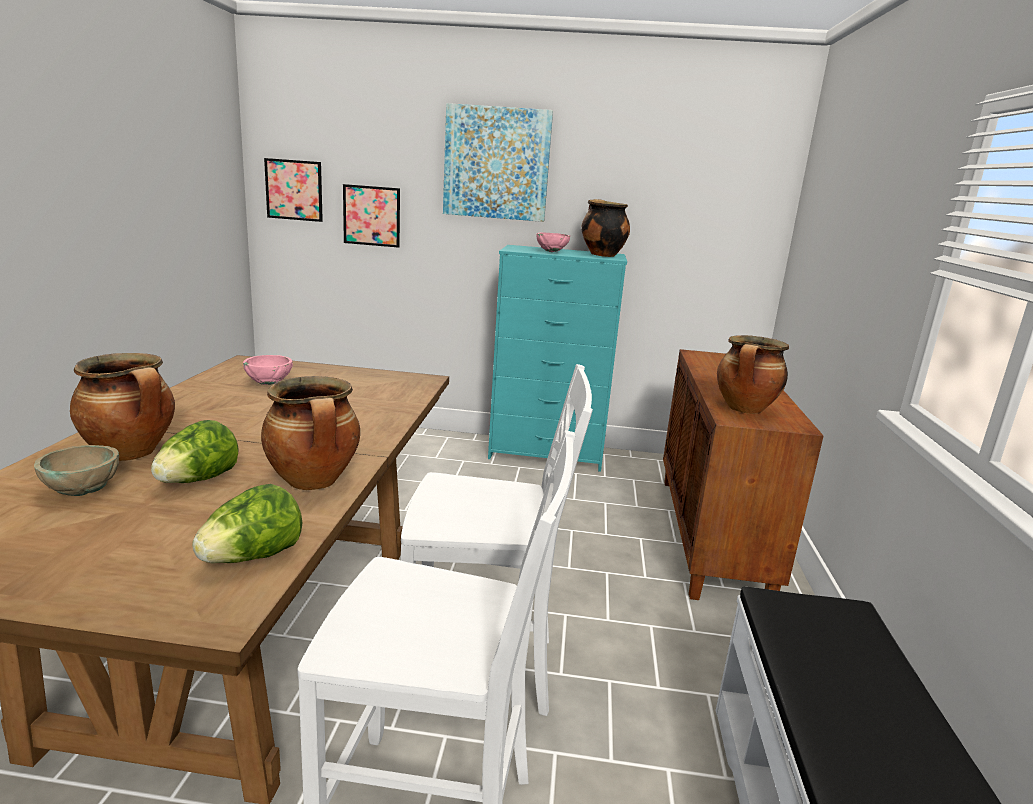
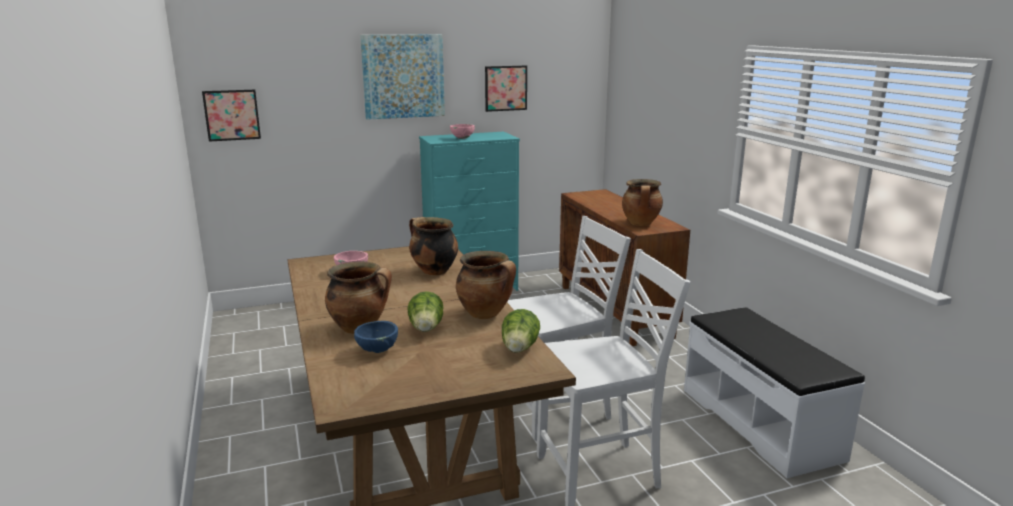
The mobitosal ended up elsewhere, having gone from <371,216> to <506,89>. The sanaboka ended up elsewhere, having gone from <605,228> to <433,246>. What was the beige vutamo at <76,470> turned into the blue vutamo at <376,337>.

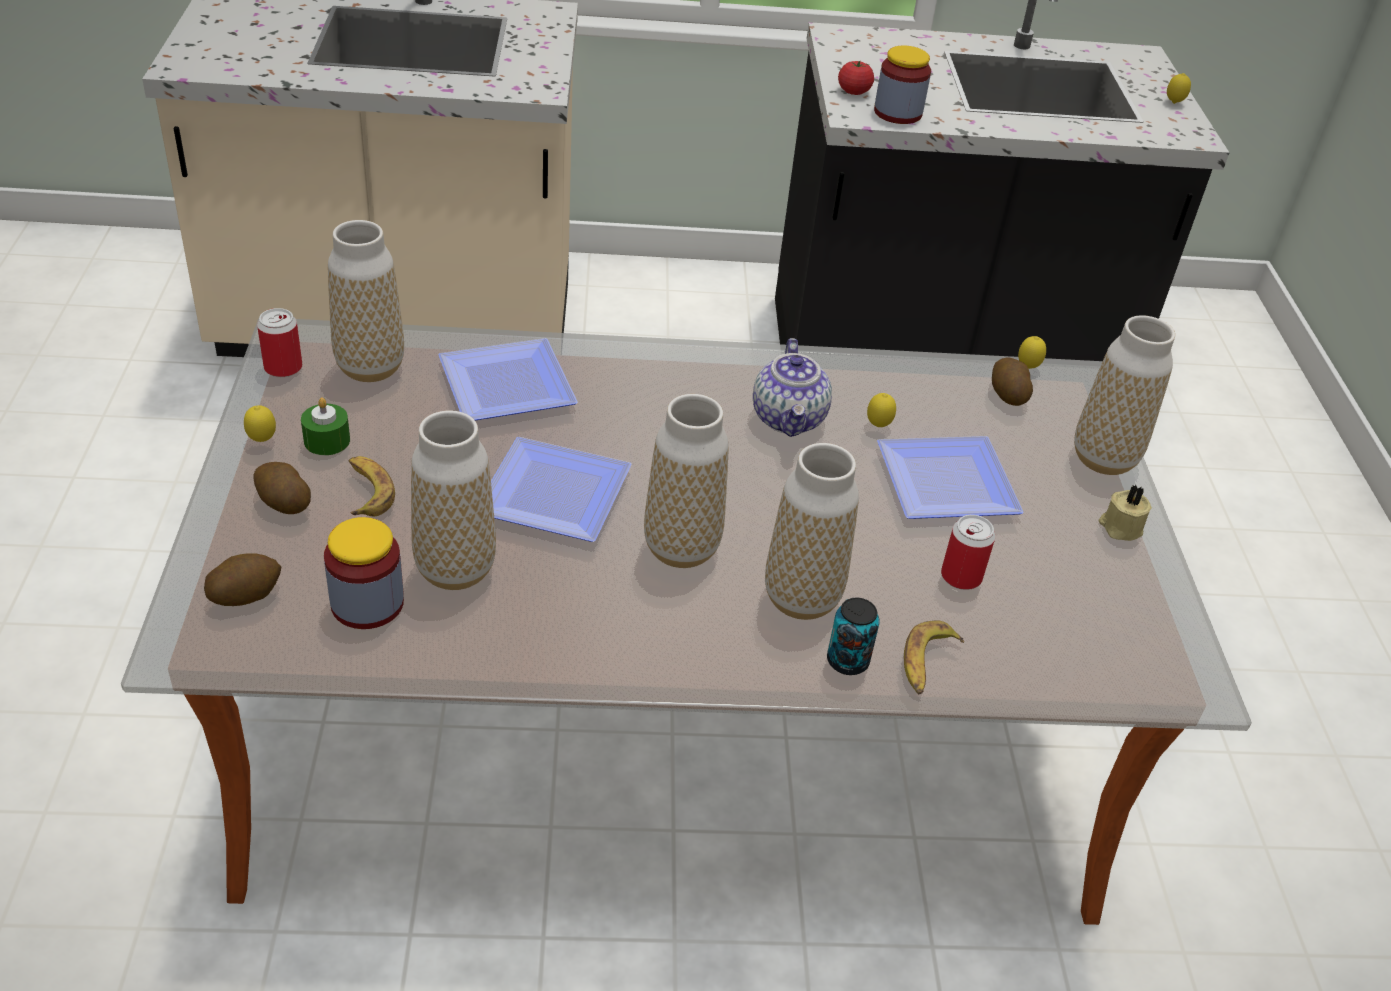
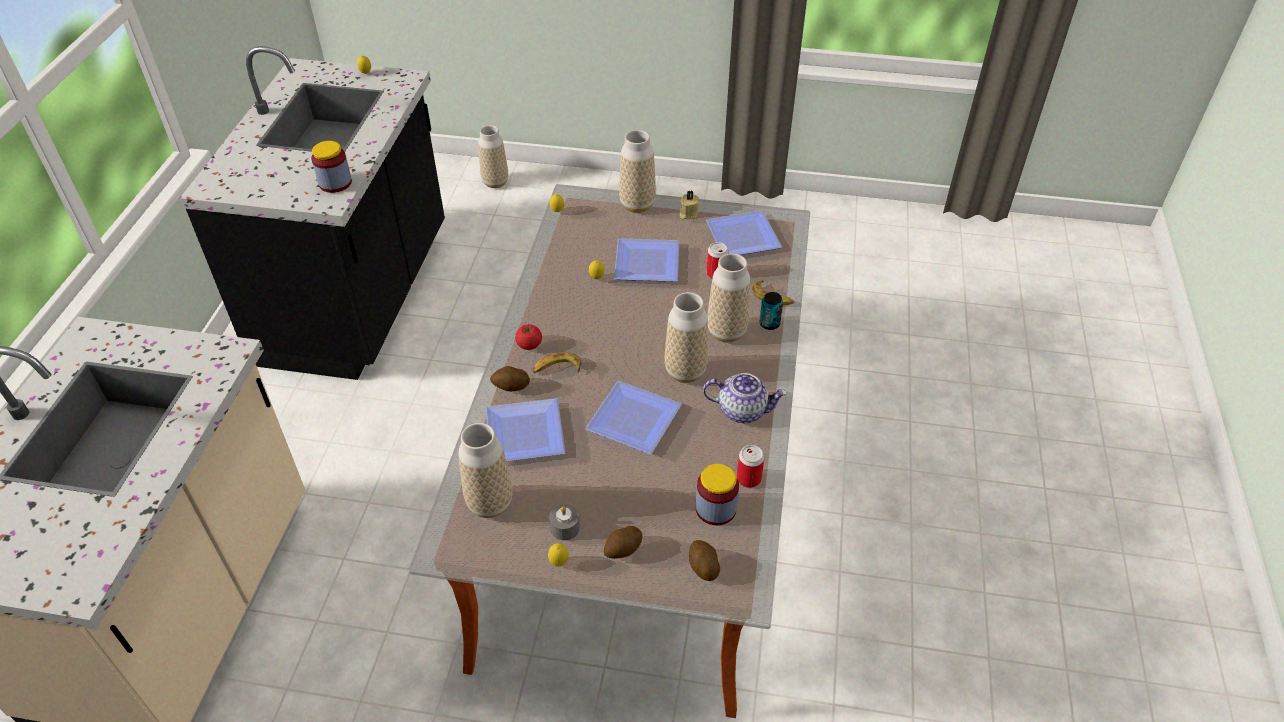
The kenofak ended up elsewhere, having gone from <856,78> to <528,336>. The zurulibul ended up elsewhere, having gone from <279,342> to <751,466>. The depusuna ended up elsewhere, having gone from <792,387> to <745,398>. The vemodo ended up elsewhere, having gone from <1012,382> to <510,378>. What was the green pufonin at <325,426> turned into the grey pufonin at <564,522>. The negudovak ended up elsewhere, having gone from <453,500> to <493,156>. The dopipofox ended up elsewhere, having gone from <371,486> to <557,362>. The second view gained the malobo at <744,232>.

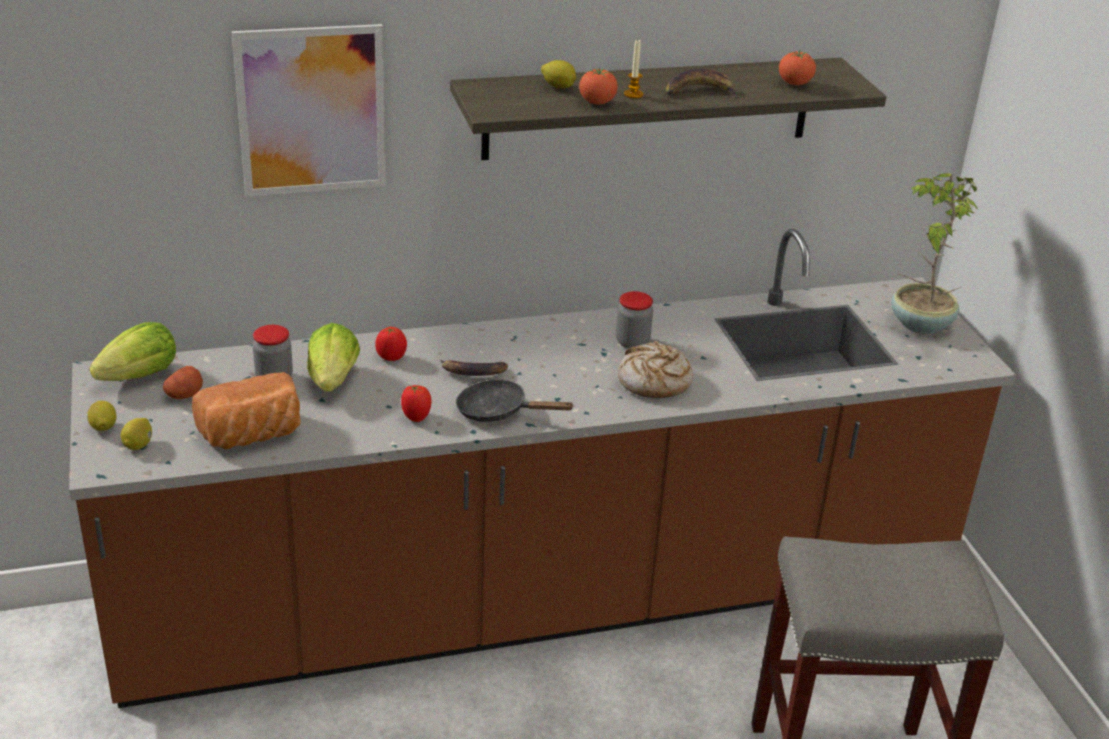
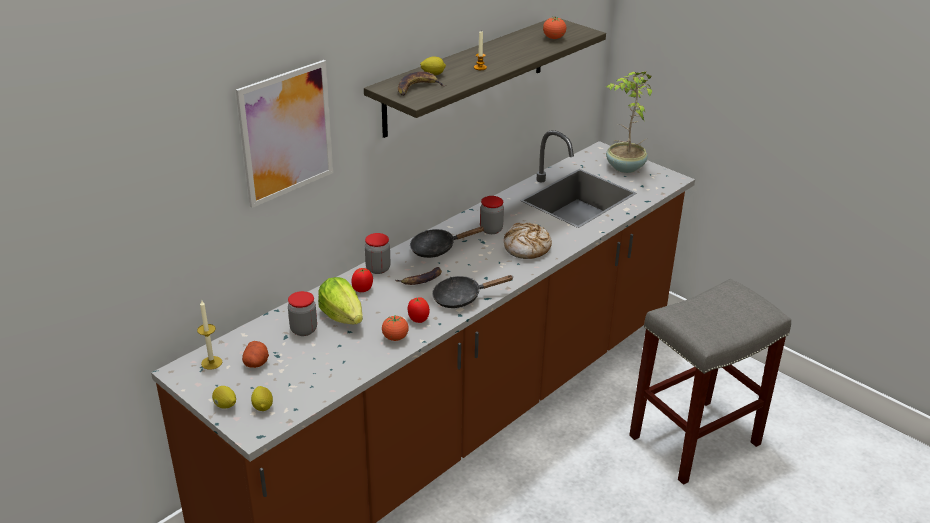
The kenofak ended up elsewhere, having gone from <598,86> to <395,328>. The dopipofox ended up elsewhere, having gone from <702,83> to <421,84>. Where the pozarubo stood at <132,351>, the pufonin came to stand at <209,335>. The second view lost the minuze at <246,411>. The second view gained the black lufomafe at <447,242>. The second view gained the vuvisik at <378,253>.

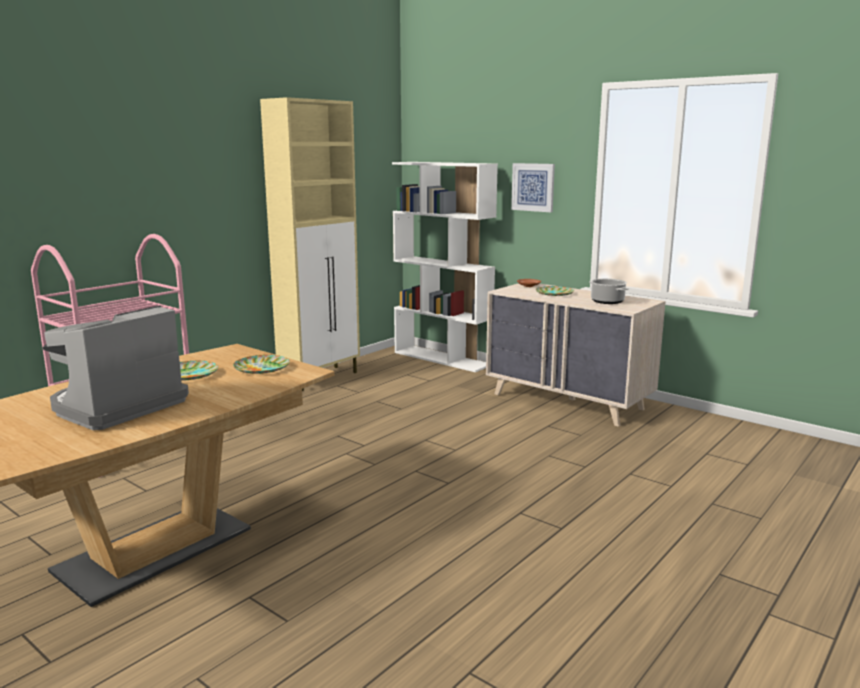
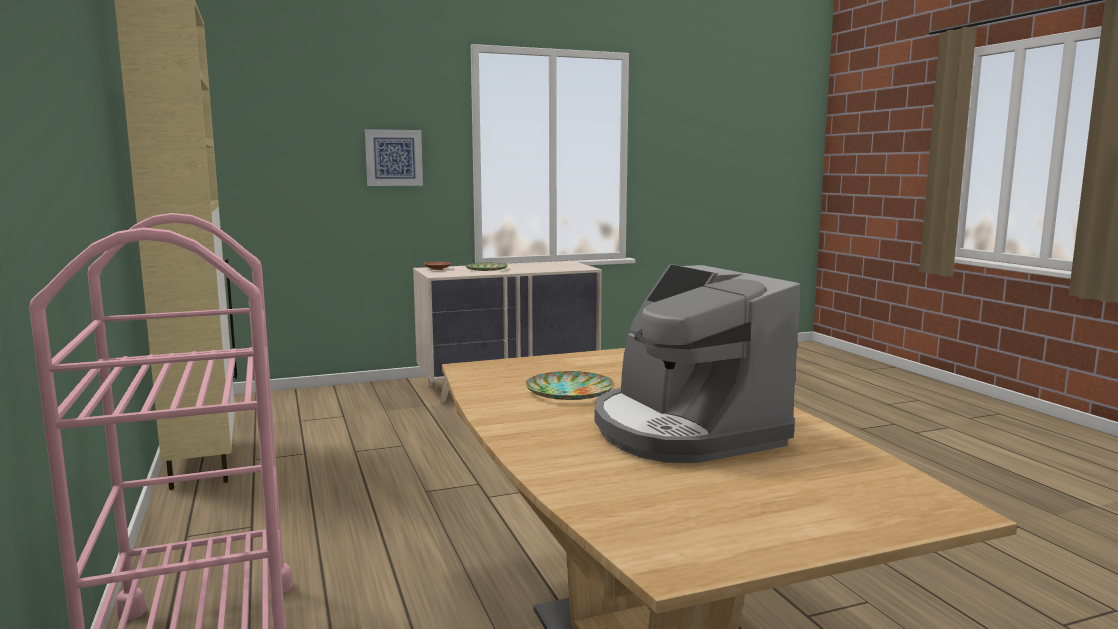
The second view lost the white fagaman at <445,267>. The second view lost the sanaboka at <609,291>. The second view lost the malobo at <261,364>.

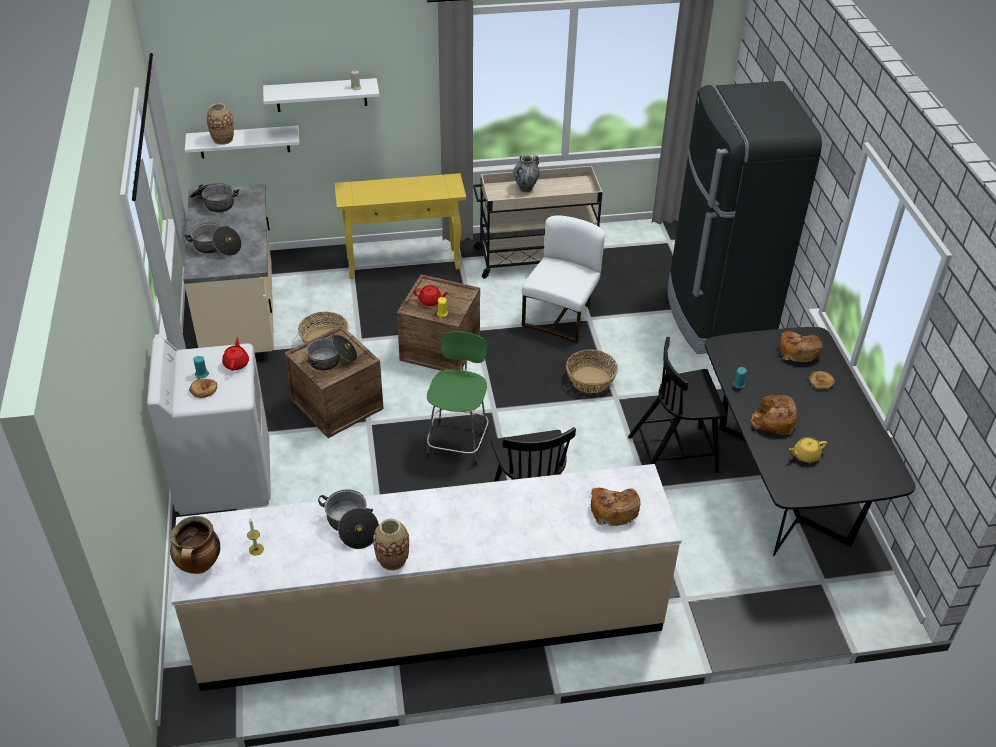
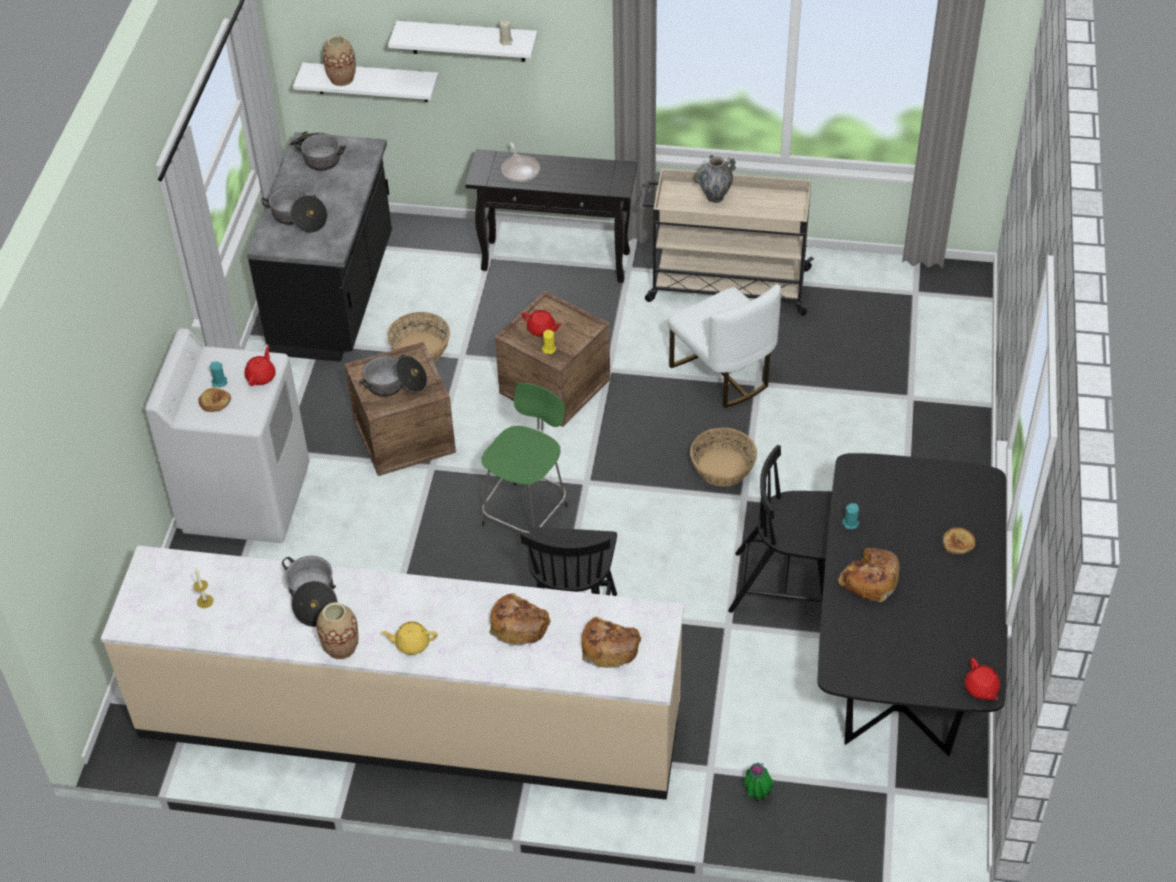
The second view lost the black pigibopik at <745,217>. What was the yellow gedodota at <400,226> turned into the black gedodota at <551,216>. What was the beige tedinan at <228,273> turned into the black tedinan at <319,247>. The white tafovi at <563,279> ended up facing another way, 105 degrees clockwise from before. The minuze ended up elsewhere, having gone from <800,347> to <520,619>. The yellow depusuna ended up elsewhere, having gone from <808,450> to <409,638>. The second view lost the sanaboka at <195,545>. The second view gained the lufomafe at <520,162>. The second view gained the red depusuna at <982,679>. The second view gained the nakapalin at <759,782>.

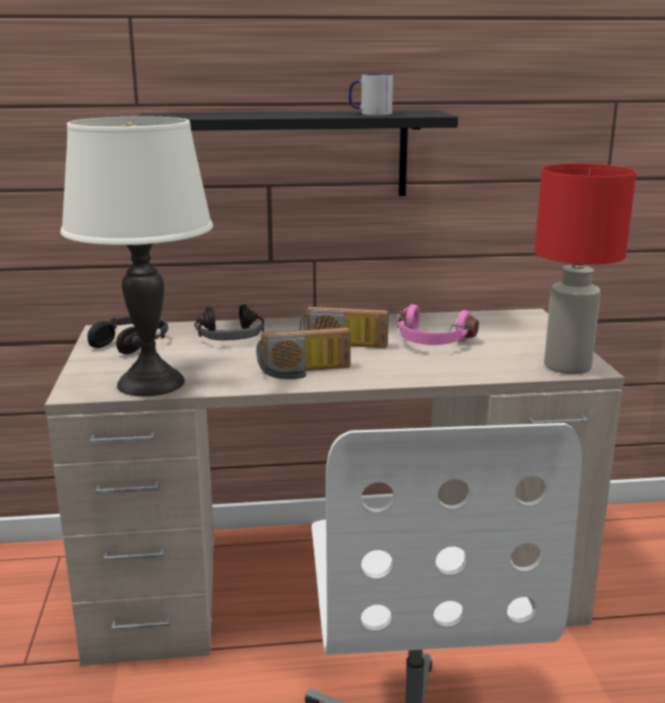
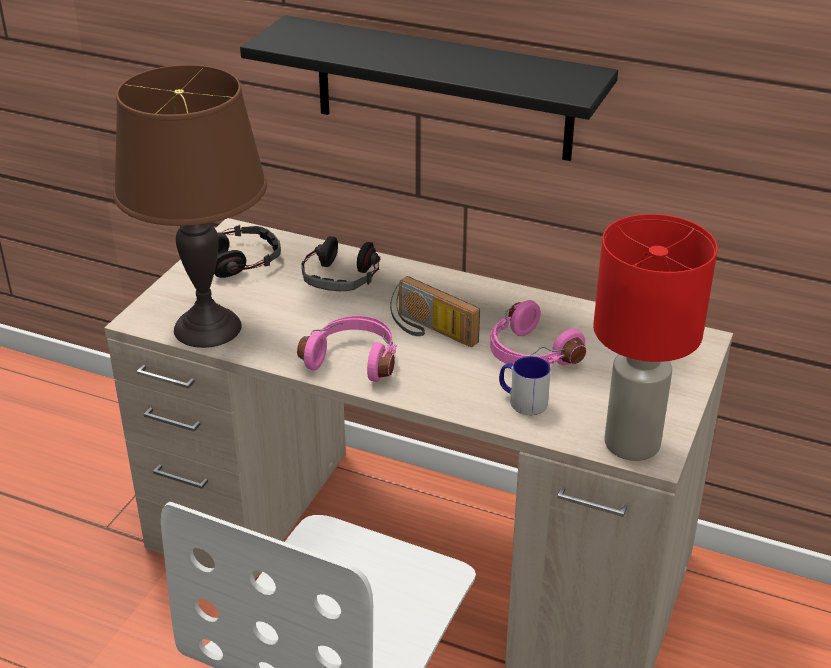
The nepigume ended up elsewhere, having gone from <371,94> to <525,385>. What was the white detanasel at <136,256> turned into the brown detanasel at <190,206>. Where the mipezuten stood at <303,353>, the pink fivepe came to stand at <347,349>.

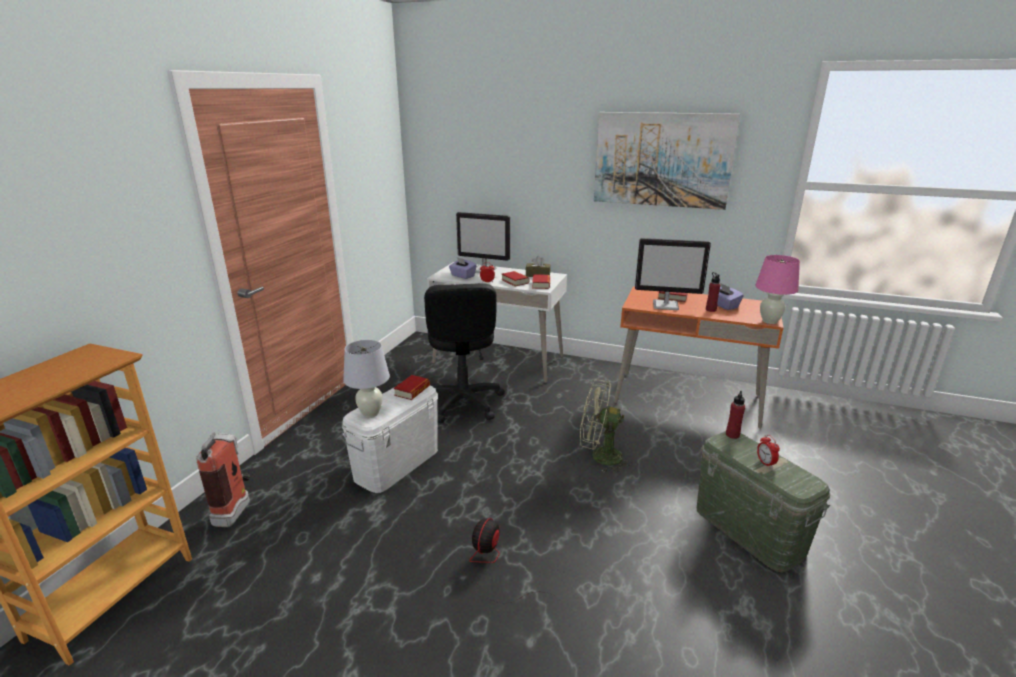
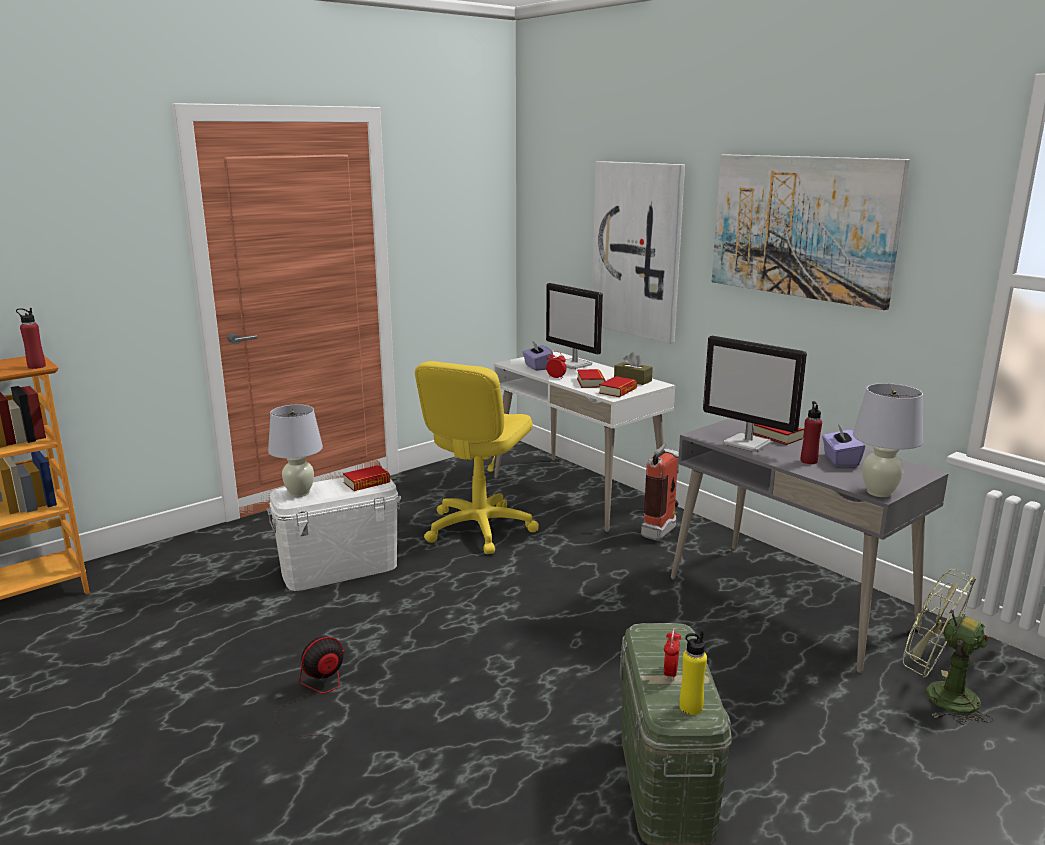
What was the pink detanasel at <777,289> turned into the white detanasel at <888,440>. What was the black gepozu at <464,353> turned into the yellow gepozu at <477,457>. What was the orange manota at <699,357> turned into the grey manota at <810,545>. The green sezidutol ended up elsewhere, having gone from <606,426> to <948,647>. The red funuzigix ended up elsewhere, having gone from <735,415> to <31,338>. The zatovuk ended up elsewhere, having gone from <223,480> to <660,492>. The second view gained the mobitosal at <638,252>. The second view gained the yellow funuzigix at <693,673>.

